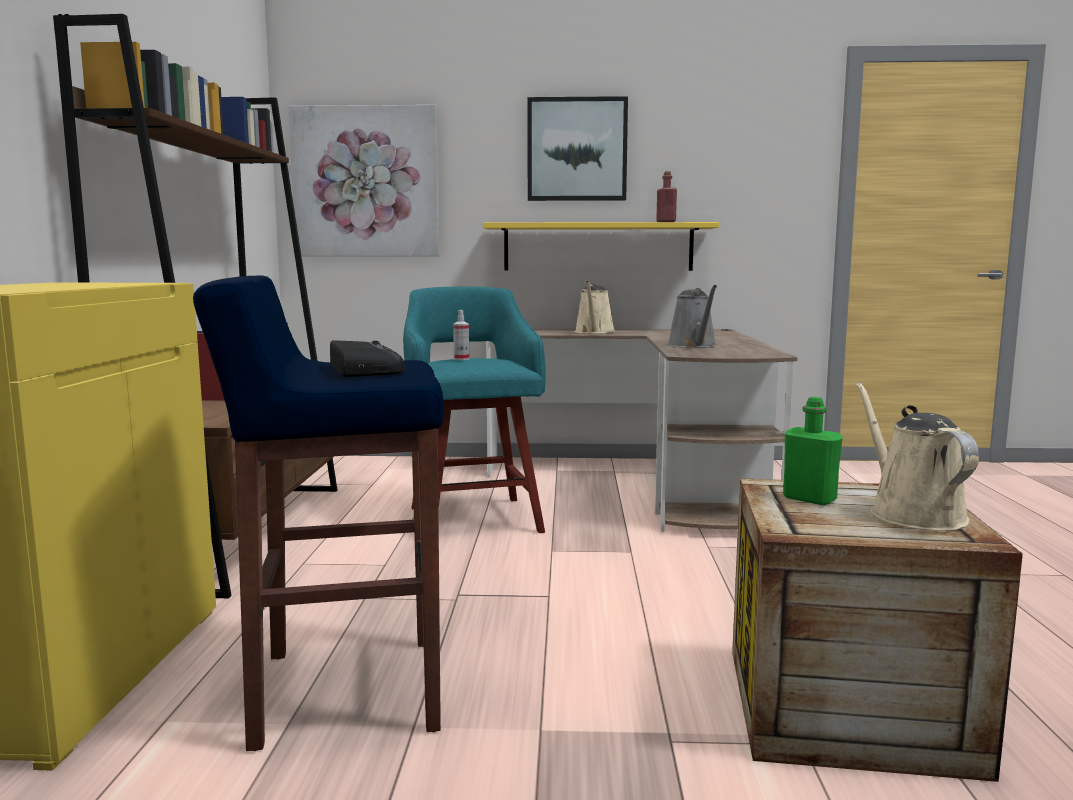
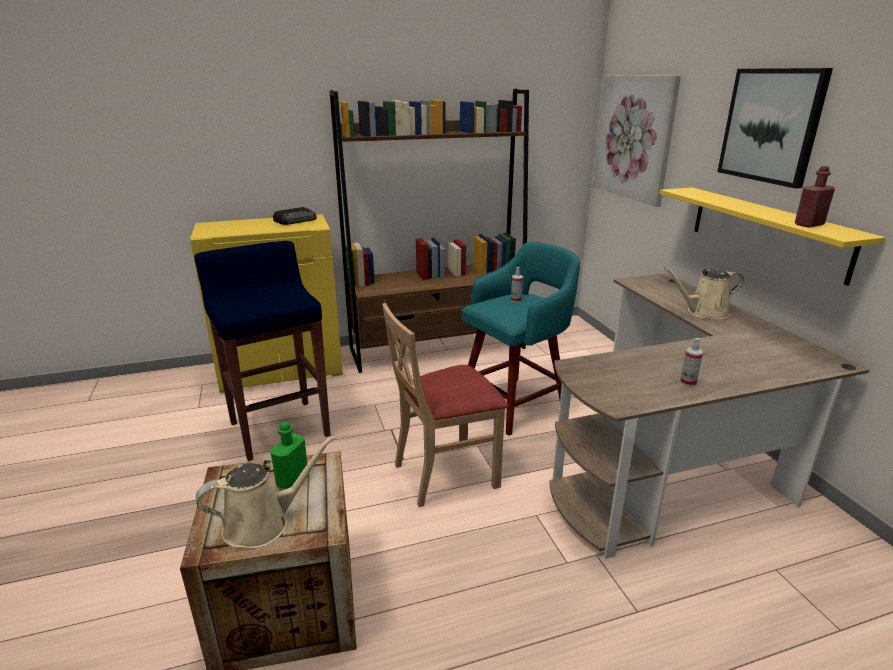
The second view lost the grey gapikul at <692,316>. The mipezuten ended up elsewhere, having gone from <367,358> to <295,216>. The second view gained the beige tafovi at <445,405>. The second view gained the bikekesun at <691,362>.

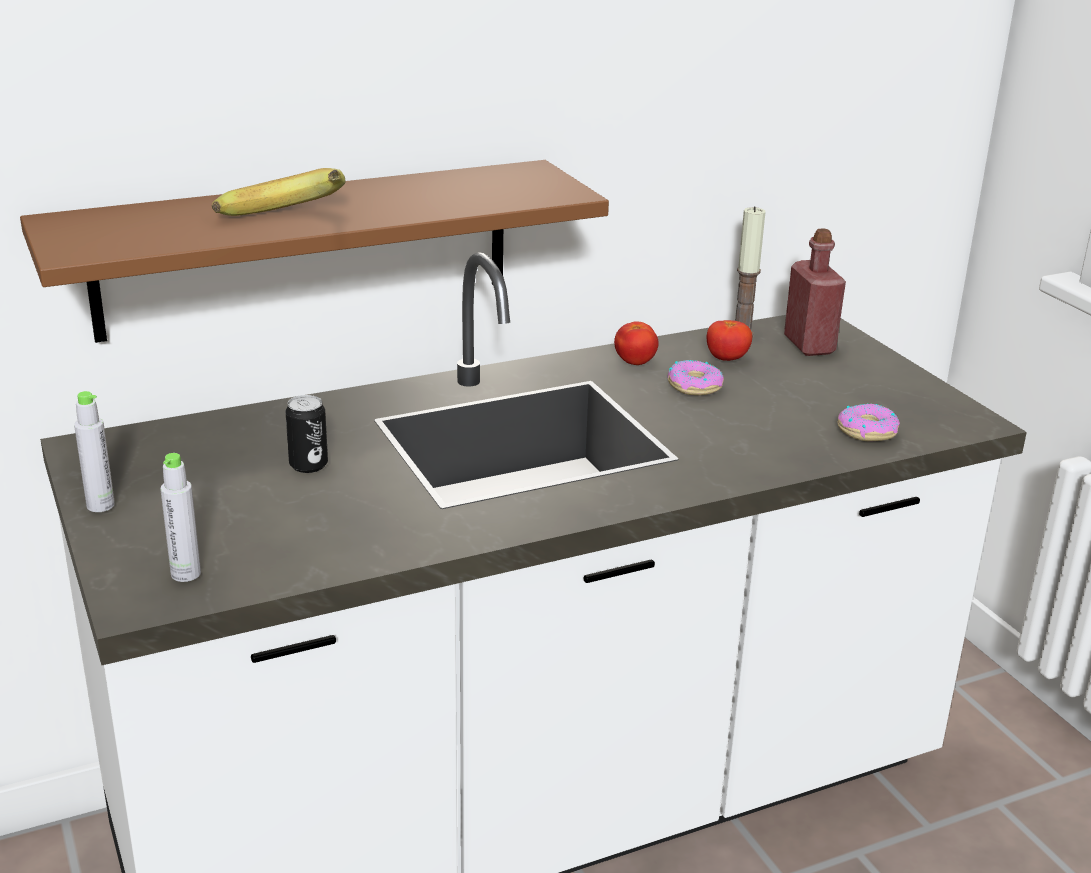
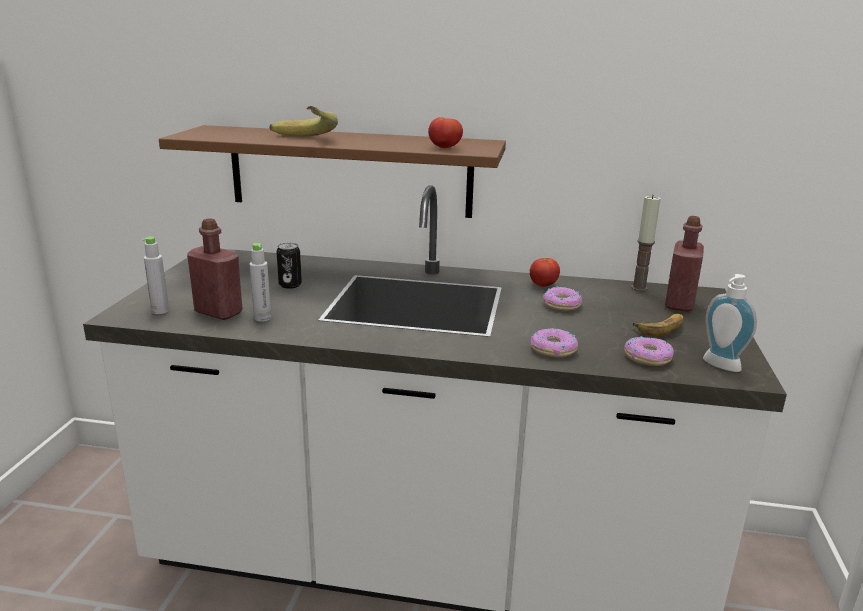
The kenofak ended up elsewhere, having gone from <729,340> to <445,132>. The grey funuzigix ended up elsewhere, having gone from <94,451> to <260,282>. The second view gained the red funuzigix at <215,269>. The second view gained the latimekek at <730,323>. The second view gained the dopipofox at <658,325>. The second view gained the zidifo at <554,342>.

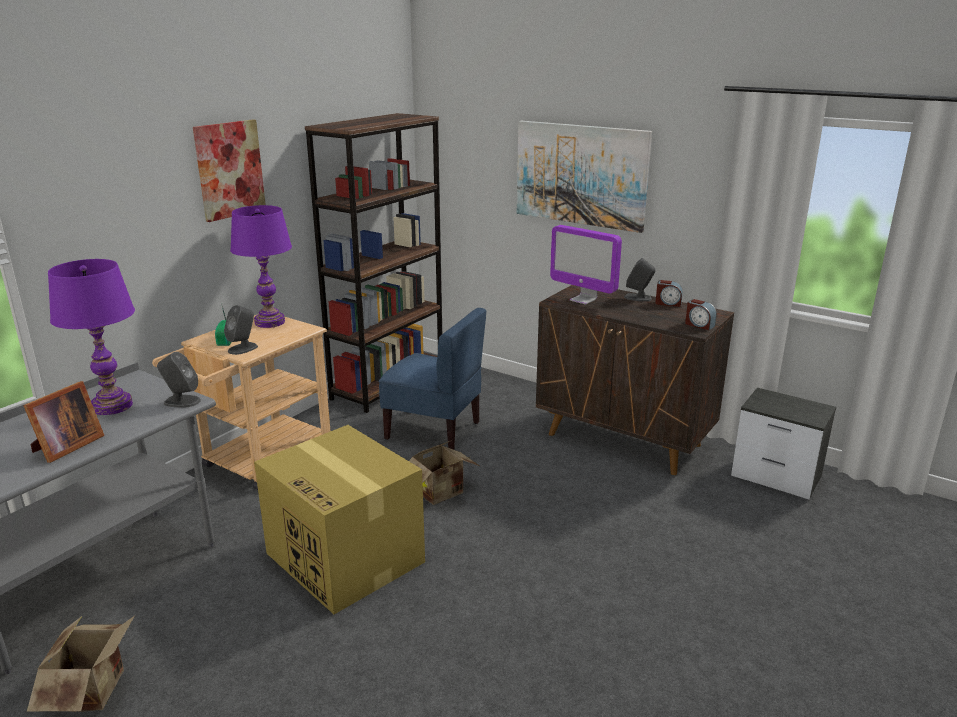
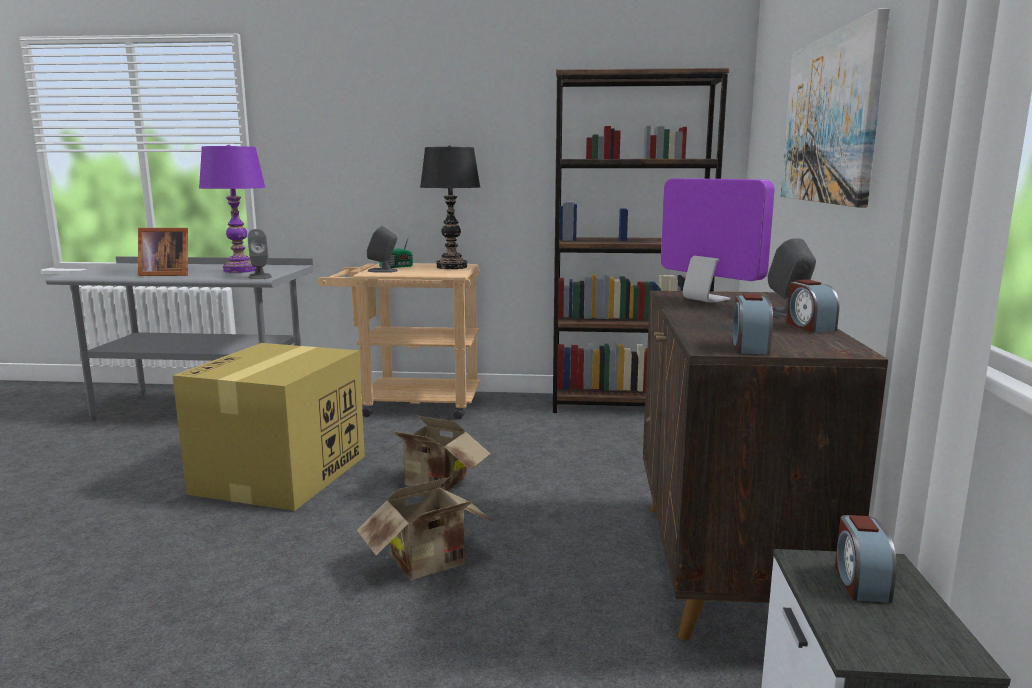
The second view lost the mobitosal at <229,170>. What was the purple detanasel at <261,266> turned into the black detanasel at <450,207>. The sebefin at <586,265> ended up facing another way, 135 degrees clockwise from before. The second view lost the blue tafovi at <432,379>. The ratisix ended up elsewhere, having gone from <81,663> to <426,528>. The second view gained the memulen at <866,559>.

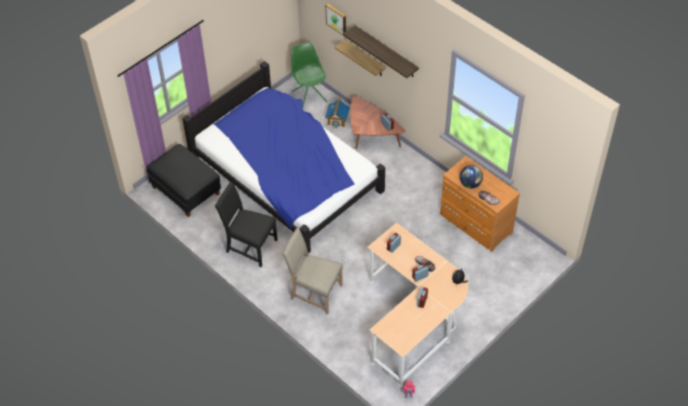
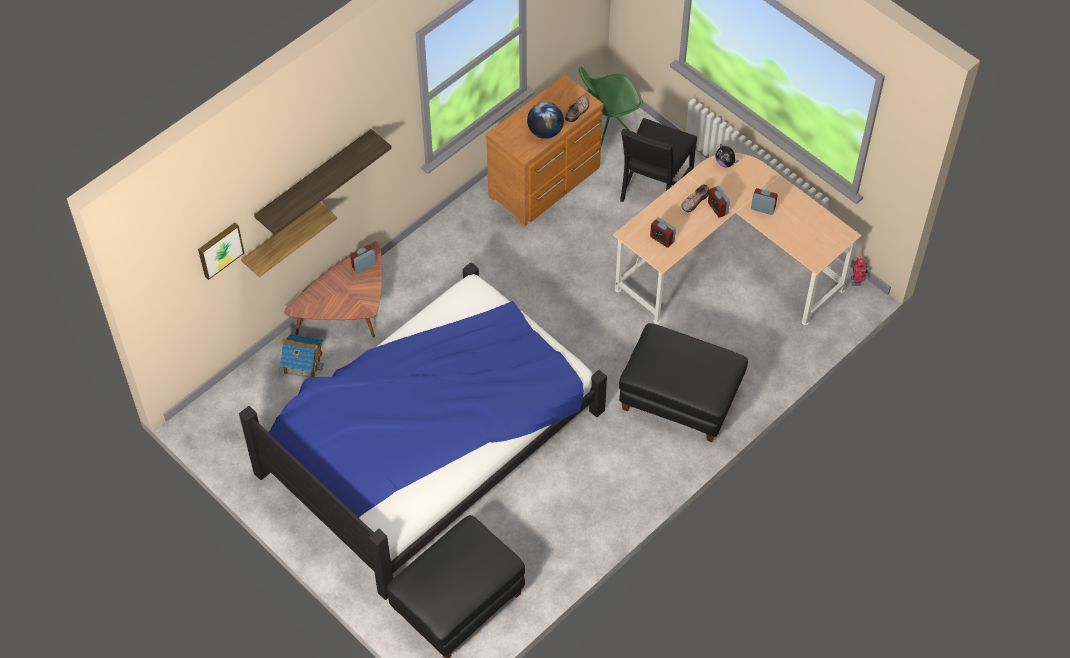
The green tafovi ended up elsewhere, having gone from <309,75> to <611,106>. The black tafovi ended up elsewhere, having gone from <246,224> to <658,160>. Where the beige tafovi stood at <312,271>, the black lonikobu came to stand at <683,382>.

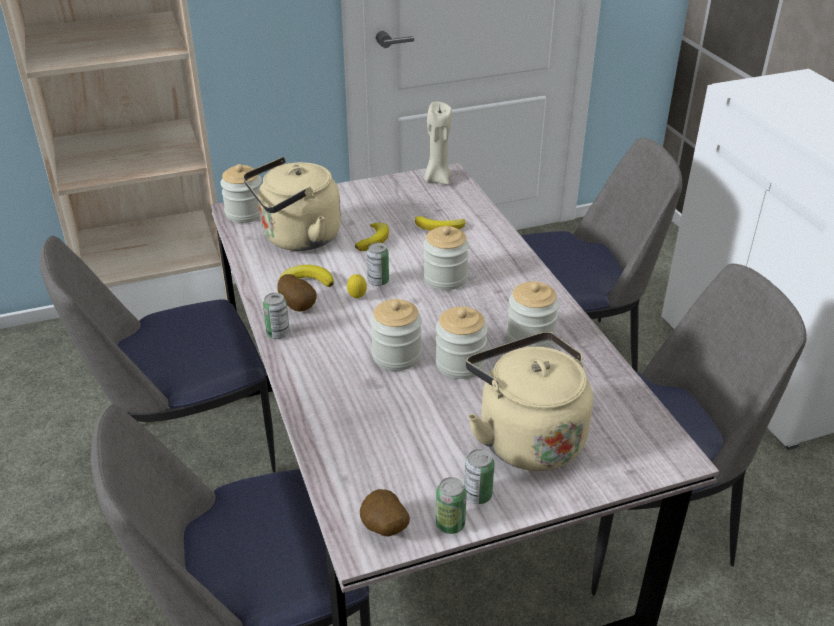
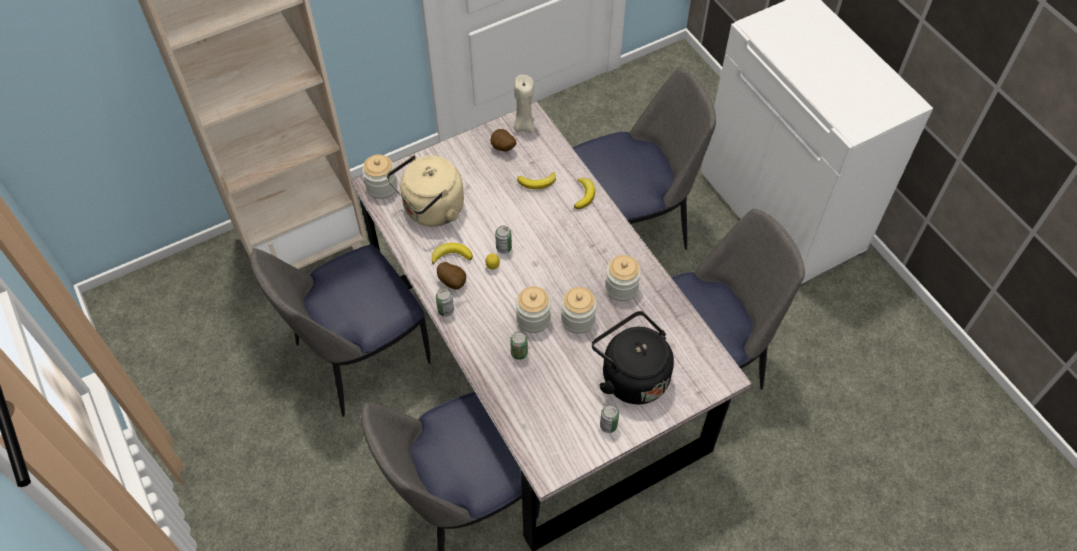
The dopipofox ended up elsewhere, having gone from <372,237> to <584,194>. The second view lost the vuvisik at <446,258>. What was the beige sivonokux at <529,401> turned into the black sivonokux at <633,357>. The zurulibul ended up elsewhere, having gone from <451,505> to <519,345>. The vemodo ended up elsewhere, having gone from <385,512> to <503,140>.

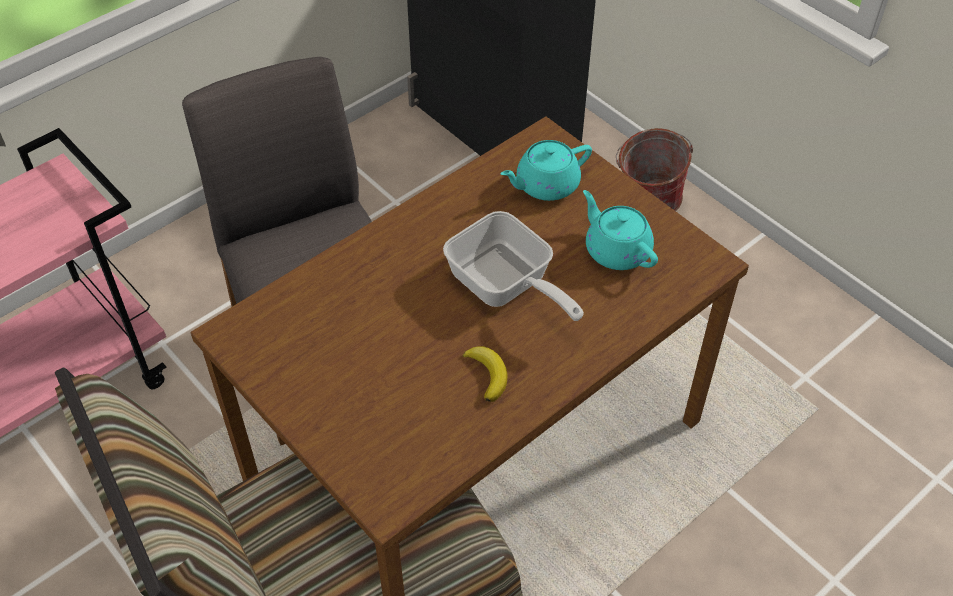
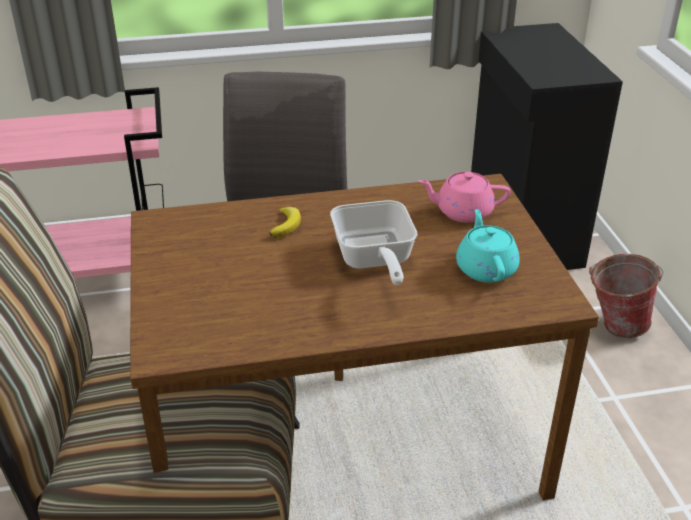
What was the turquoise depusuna at <546,170> turned into the pink depusuna at <465,197>. The dopipofox ended up elsewhere, having gone from <485,374> to <285,222>.

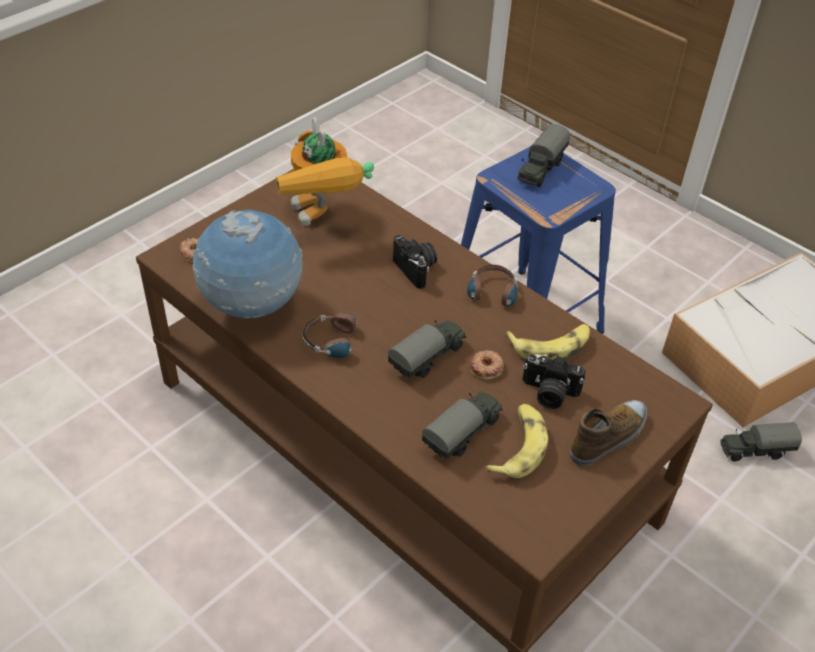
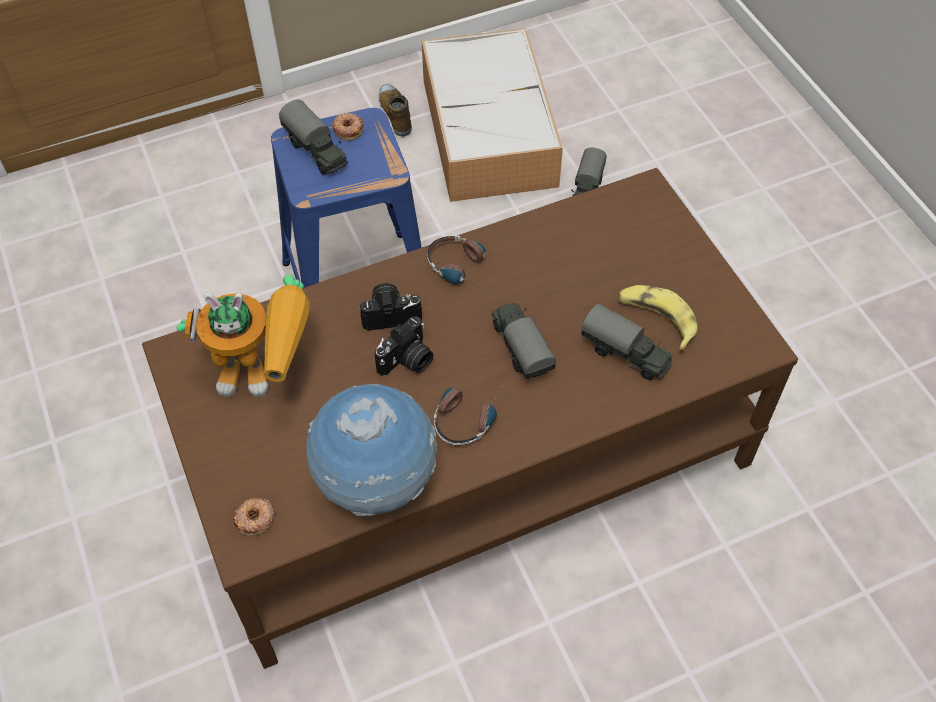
The second view lost the dopipofox at <547,342>. The zidifo ended up elsewhere, having gone from <487,365> to <348,127>. The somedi ended up elsewhere, having gone from <554,381> to <404,346>. The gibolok at <462,425> ended up facing another way, 150 degrees clockwise from before. The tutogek ended up elsewhere, having gone from <608,433> to <395,110>.

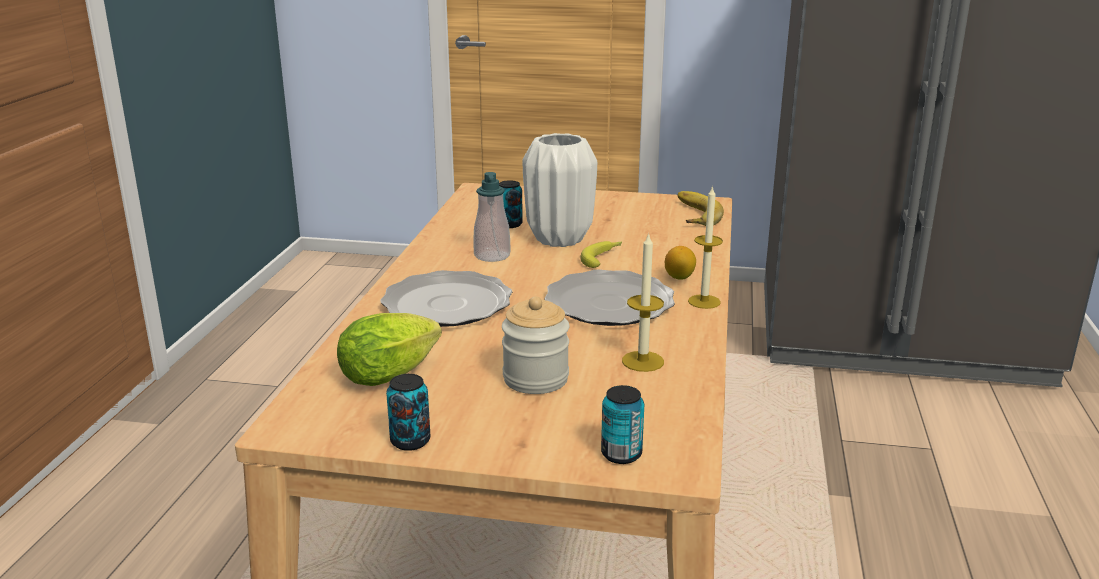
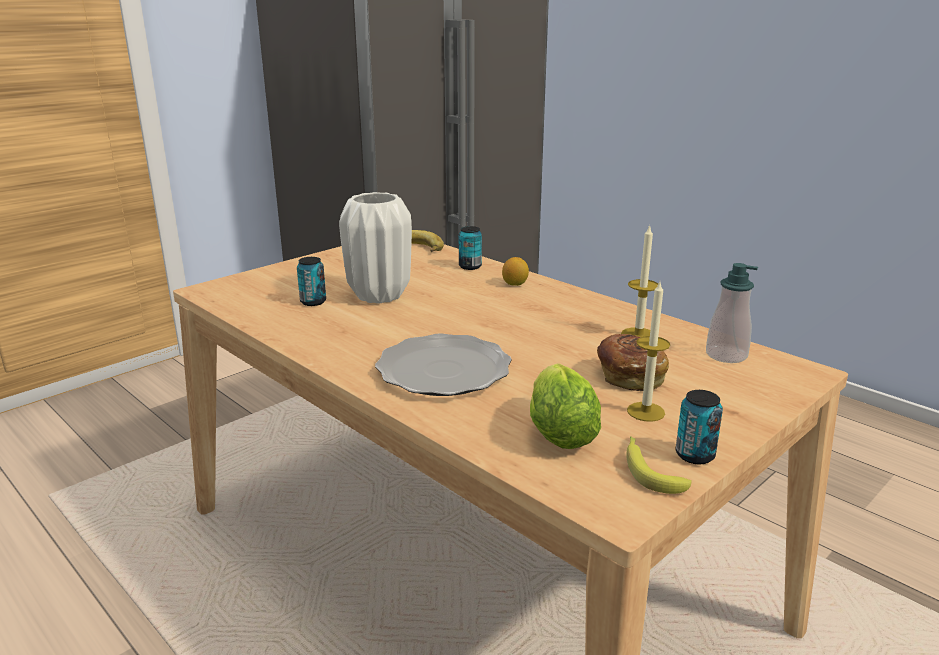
The latimekek ended up elsewhere, having gone from <491,217> to <732,313>. The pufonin ended up elsewhere, having gone from <705,247> to <648,352>. The dopipofox ended up elsewhere, having gone from <601,254> to <659,465>. The second view lost the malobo at <610,298>. Where the vuvisik stood at <535,345>, the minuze came to stand at <633,362>. The zurulibul ended up elsewhere, having gone from <622,424> to <470,248>.

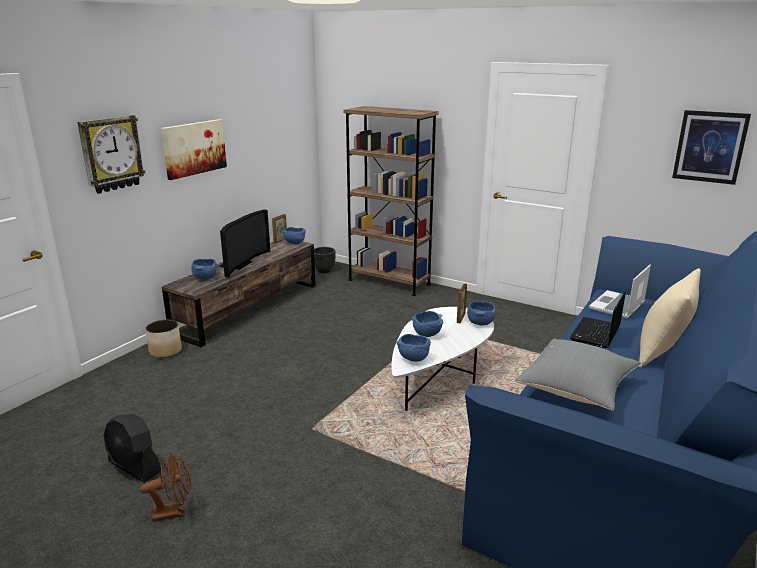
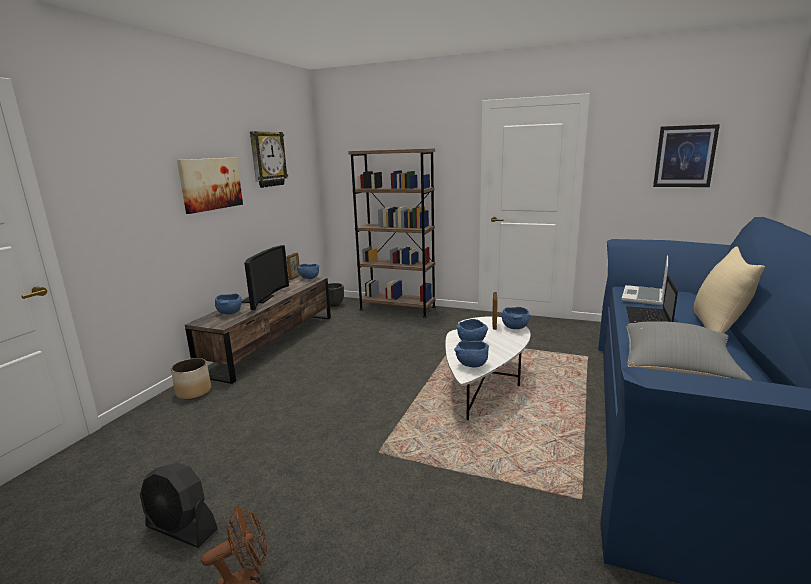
The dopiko ended up elsewhere, having gone from <111,154> to <269,159>.

